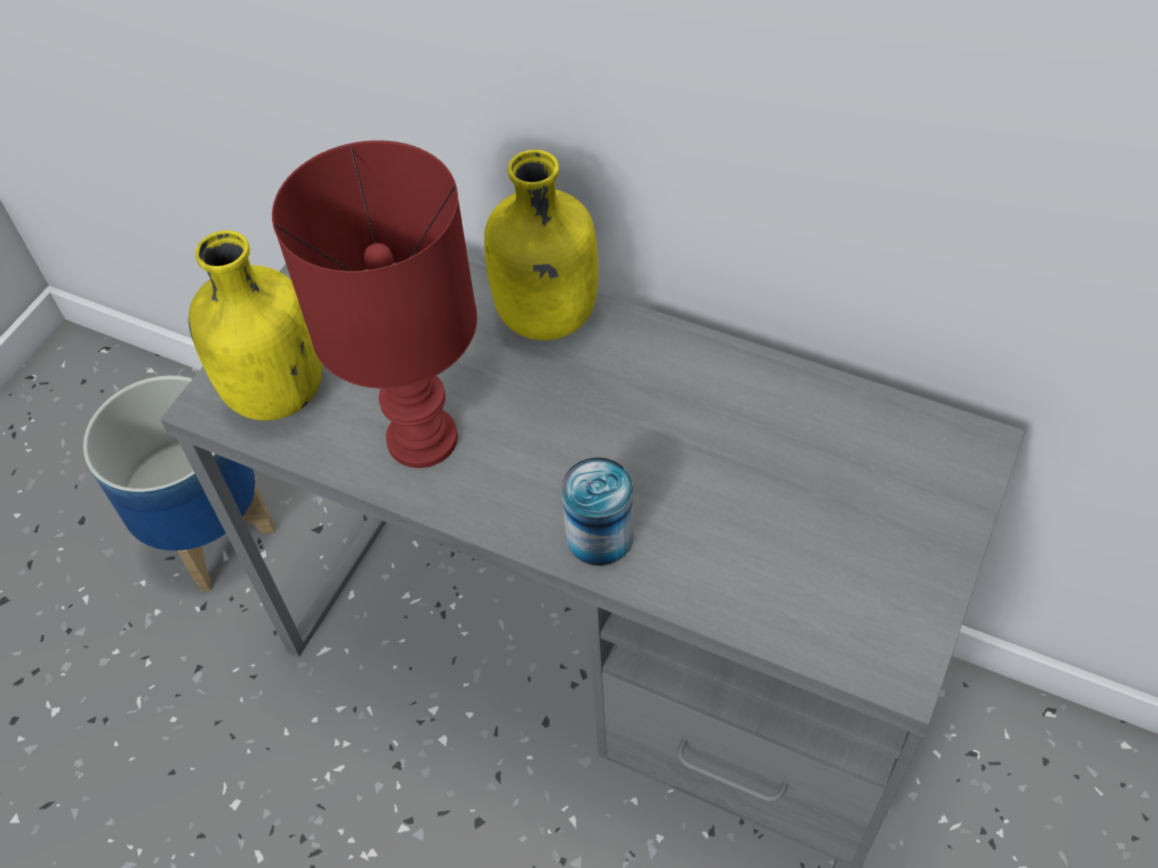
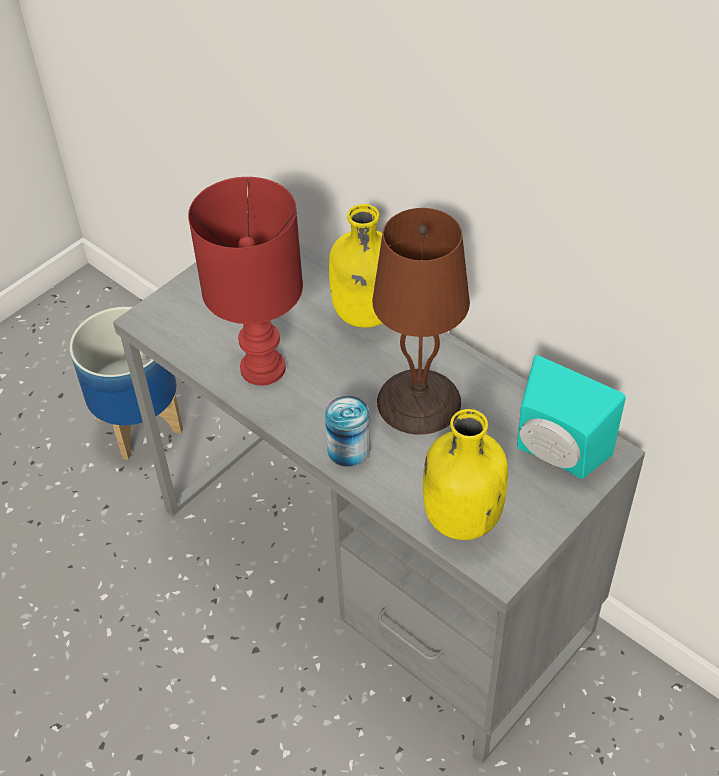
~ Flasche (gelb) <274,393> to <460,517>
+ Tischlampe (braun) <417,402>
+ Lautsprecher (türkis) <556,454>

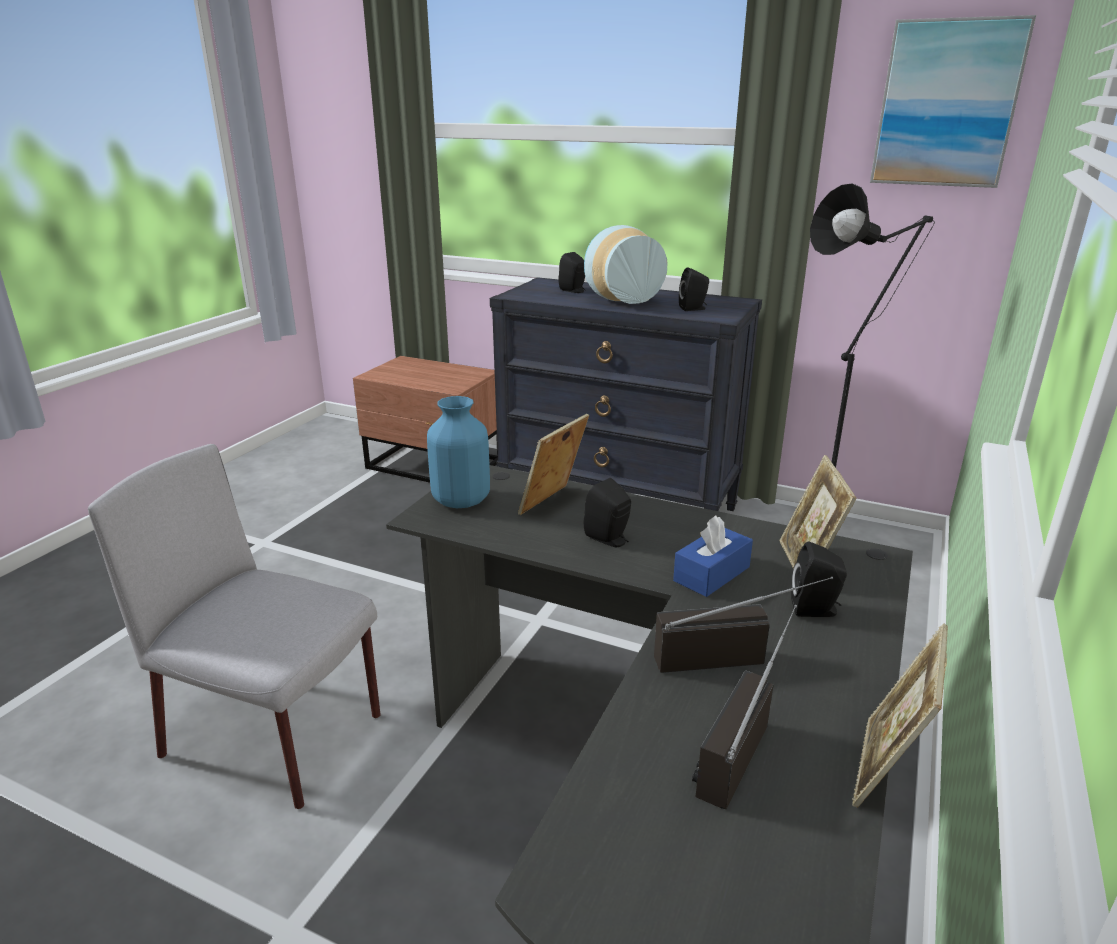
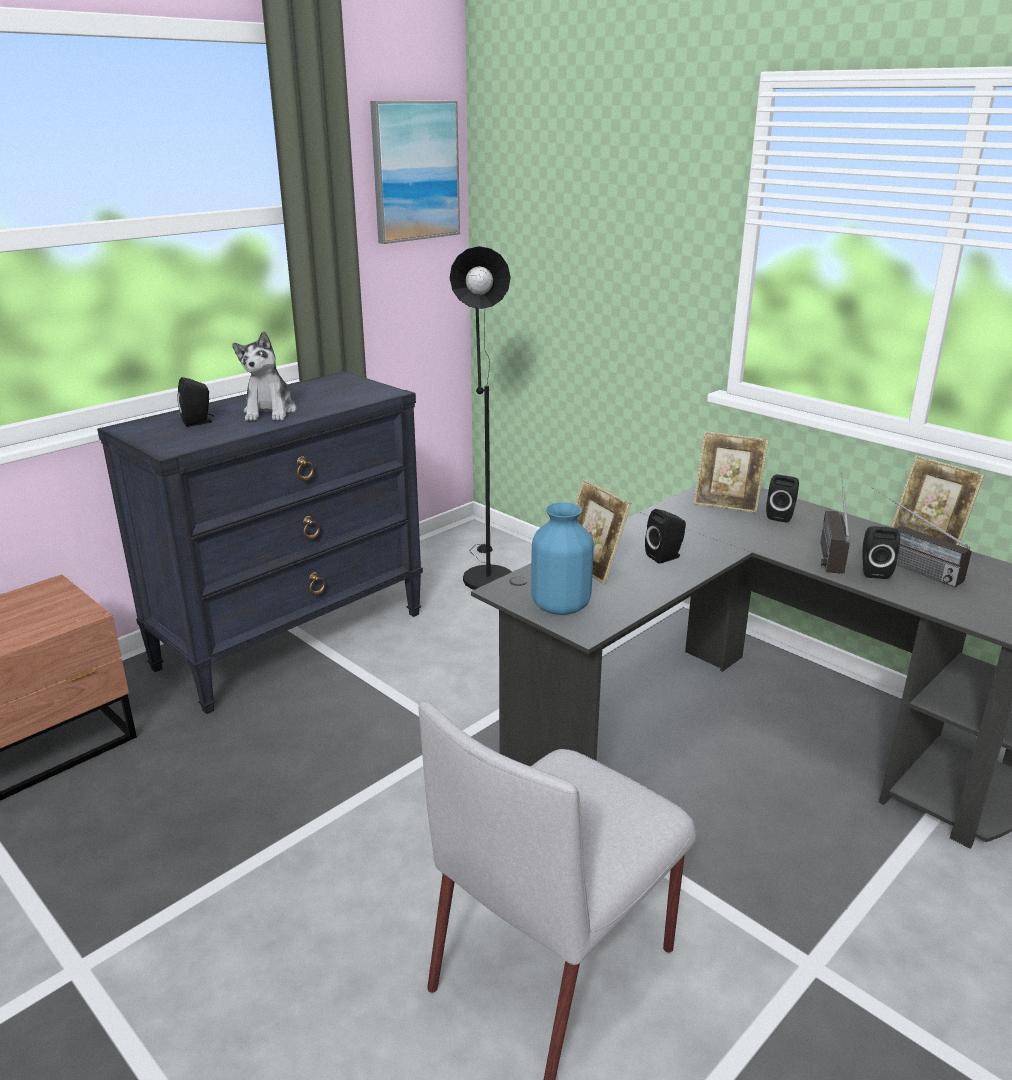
~ Vase <620,300> to Plüschtier <270,412>
- Taschentuchbox (blau) <711,574>
~ Lautsprecher (schwarz) <694,308> to <873,571>

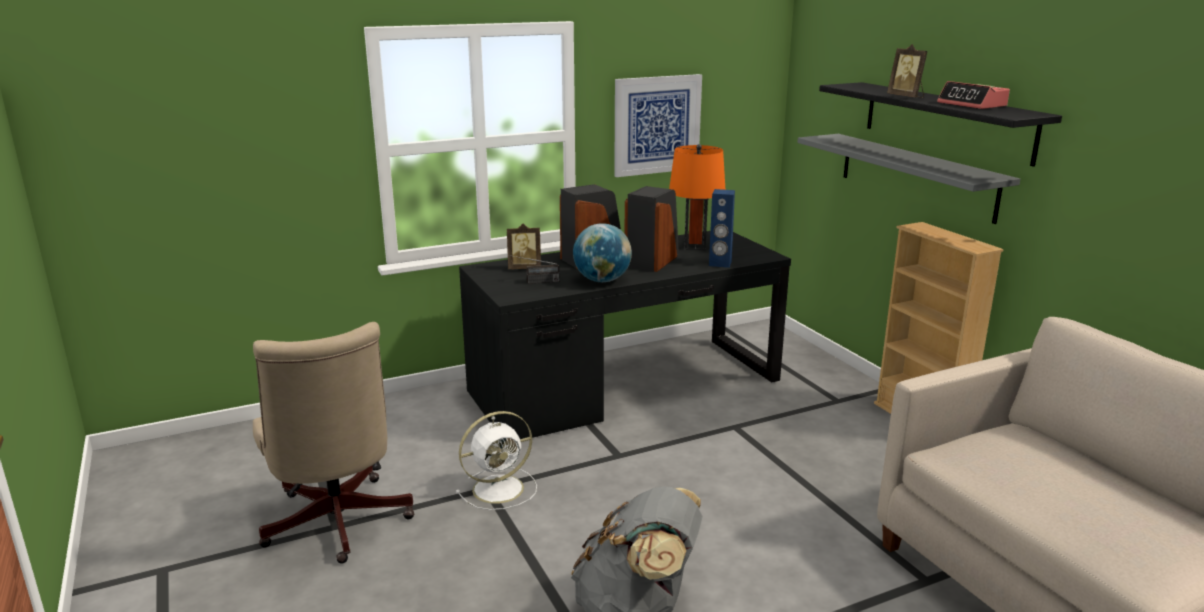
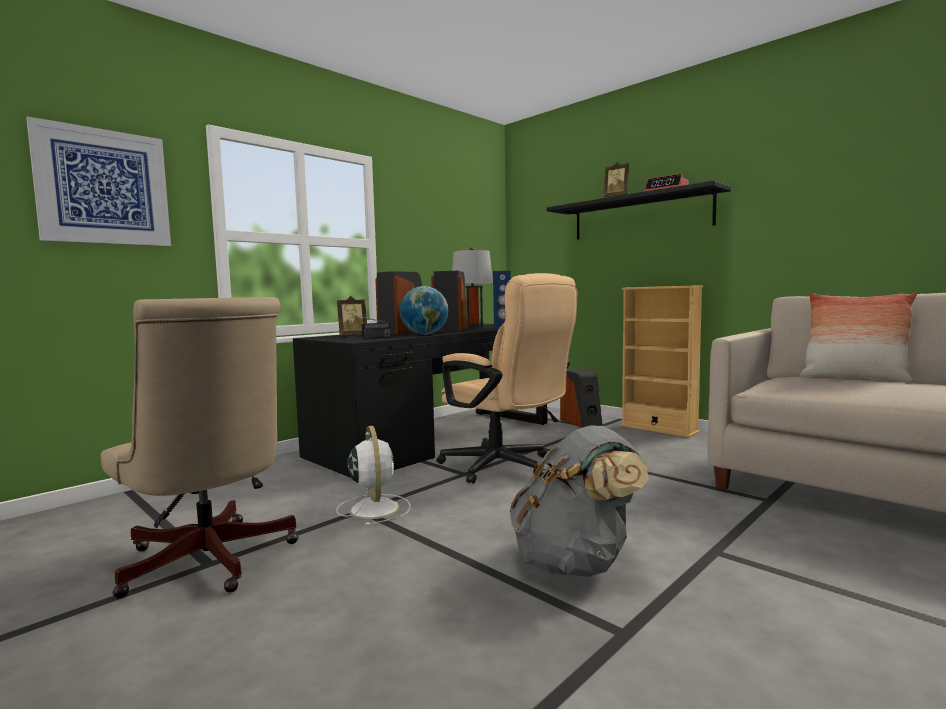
~ Ventilator (weiß) <500,488> = <374,508> 60 degrees counterclockwise
~ Bild <657,125> to <103,187>
~ Tischlampe (orange) <694,246> to Tischlampe (grau) <473,326>
- Wandregal (grau) <915,175>
+ Bürostuhl (beige) <505,468>
+ Lautsprecher <581,422>
+ Kissen <853,378>

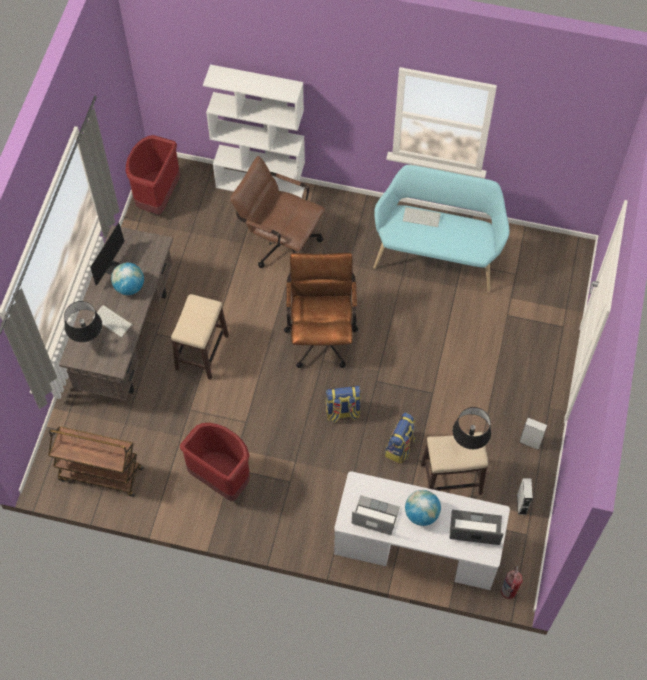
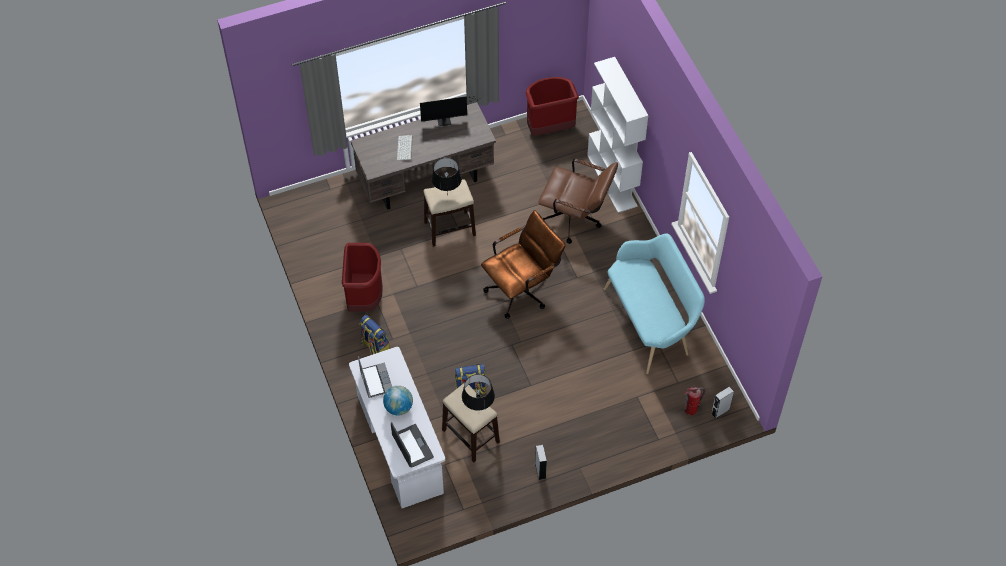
- Rollwagen (braun) <100,474>
~ Tischlampe (schwarz) <88,341> to <447,195>
- Globus <129,287>
~ Bürostuhl (braun) <279,242> = <575,220> 120 degrees clockwise
~ Rucksack <342,412> to <374,346>
- Tastatur <422,217>
~ Feuerlöscher <508,591> to <691,410>
~ Lautsprecher (grau) <521,504> to <720,411>

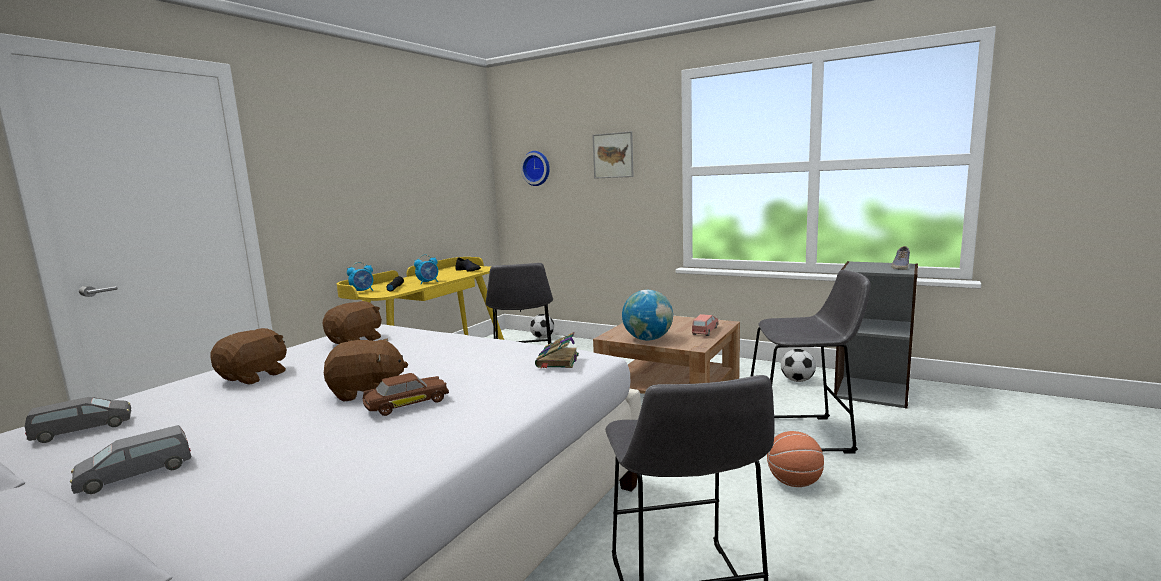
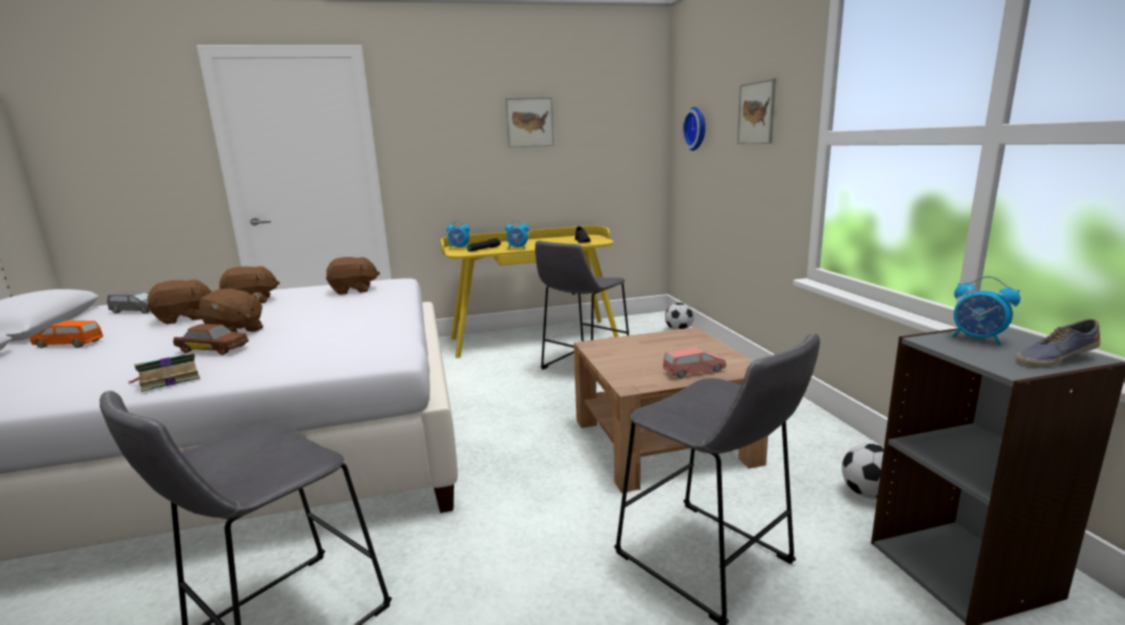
~ Spielzeugauto (grau) <136,474> to Spielzeugauto (orange) <69,344>
~ Buch <557,361> to <168,379>
- Globus <648,339>
- Basketball <794,482>
+ Plüschtier (braun) <184,318>
+ Bild <529,122>
+ Wecker <978,339>

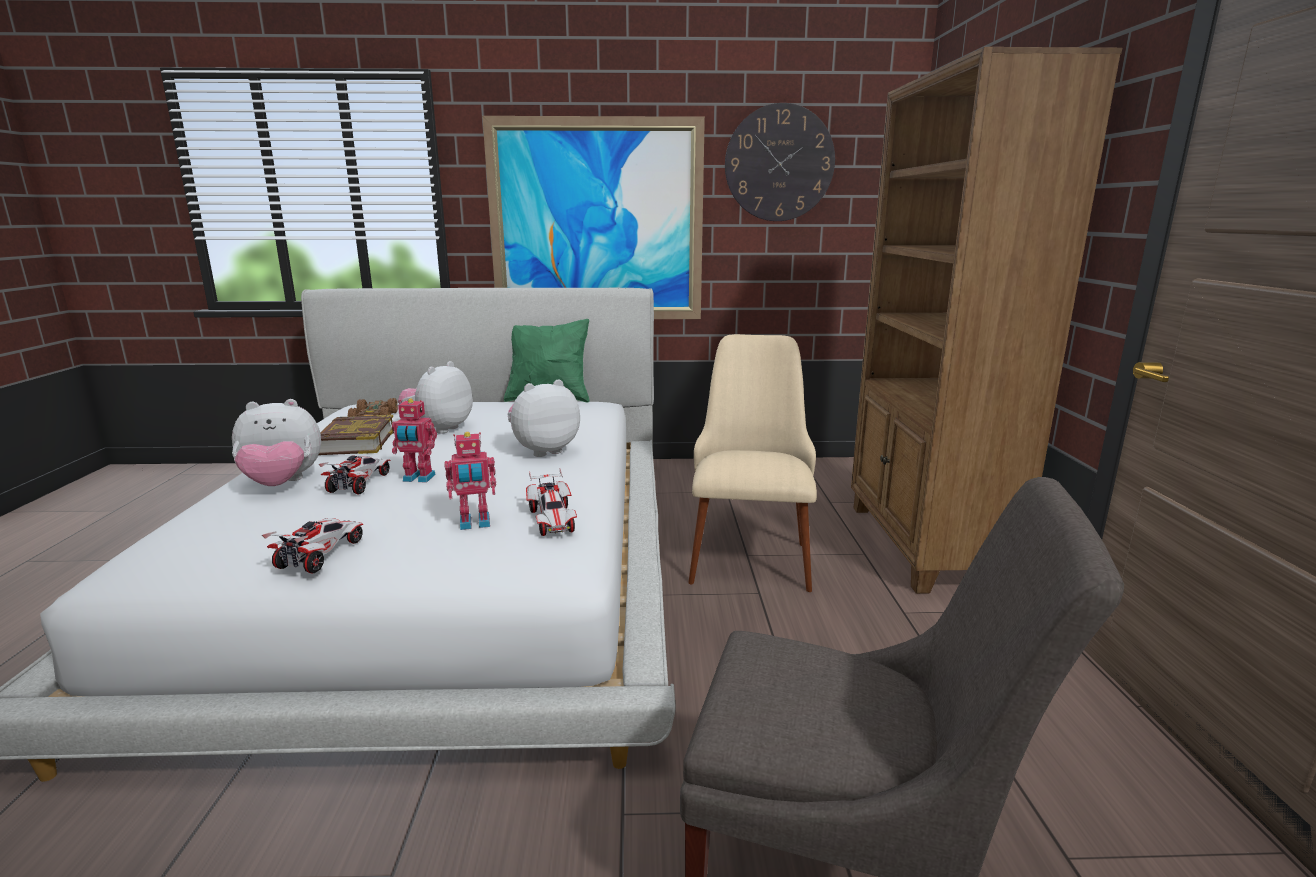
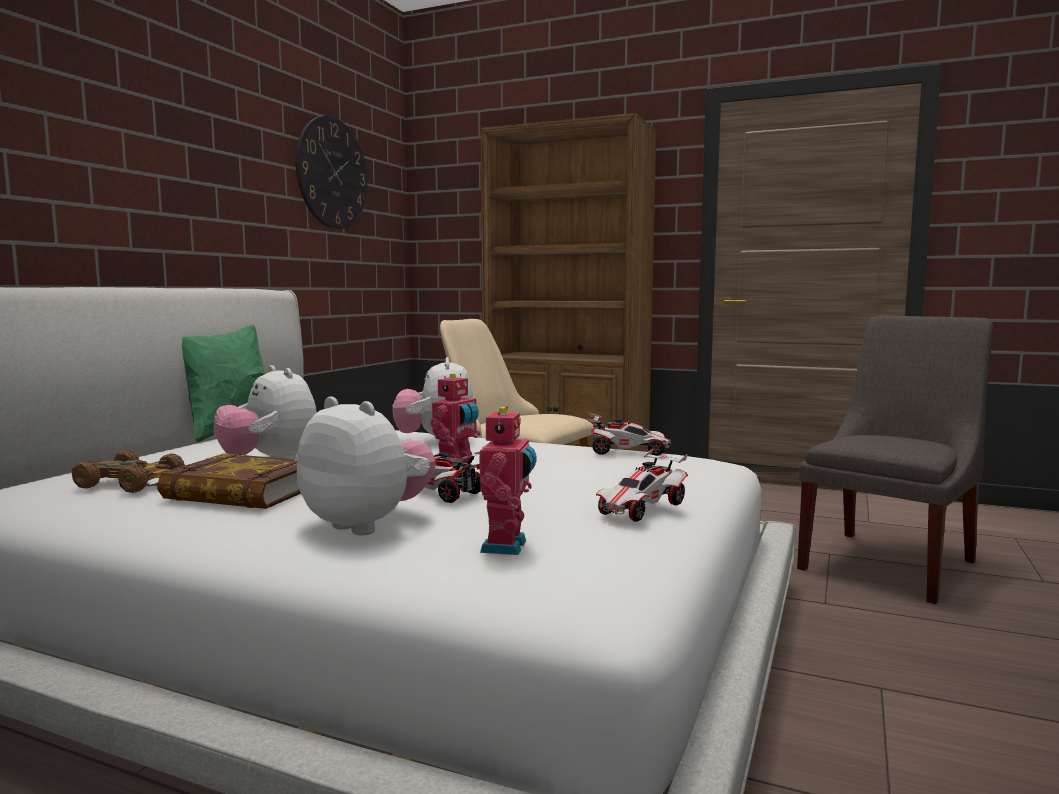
~ Plüschtier <282,484> = <368,524> 60 degrees counterclockwise
~ Spielzeugauto <321,555> = <641,509> 90 degrees counterclockwise
~ Spielzeugroboter <475,524> to <507,546>
- Bild <596,222>

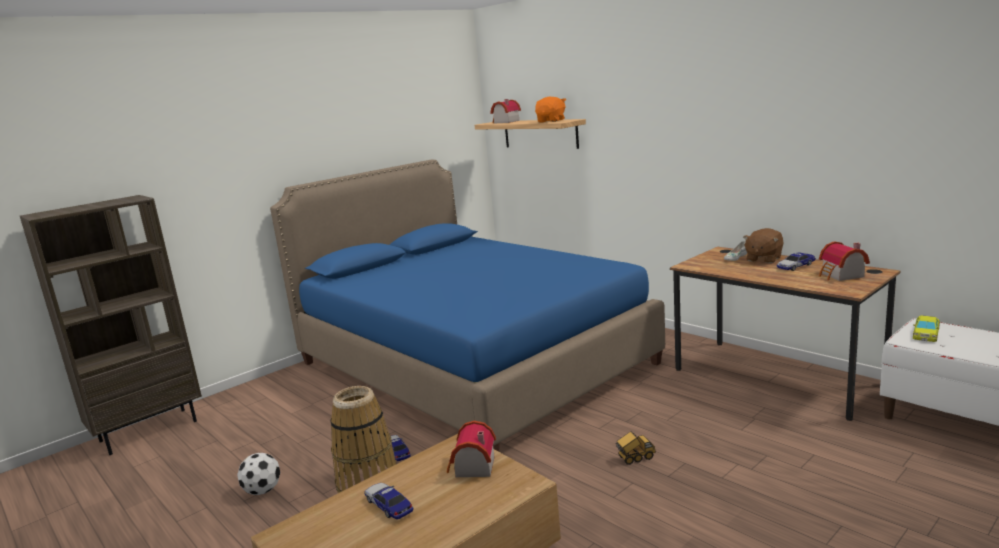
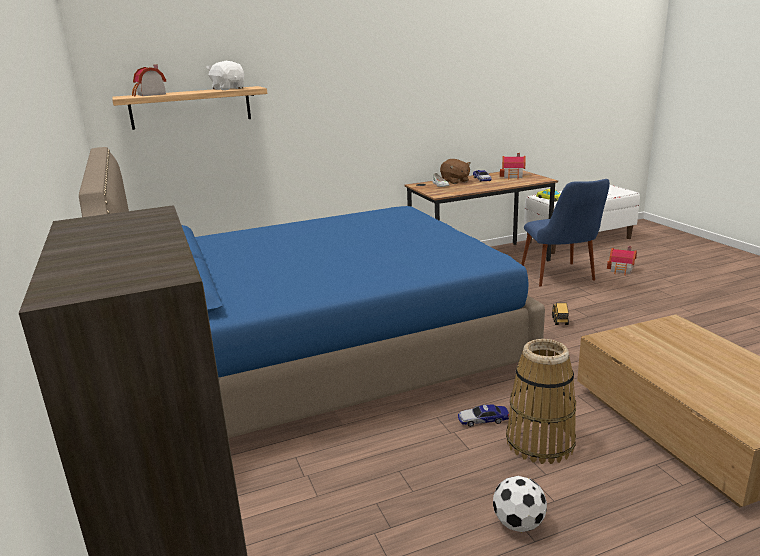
- Spielzeugauto <388,505>
~ Spielzeughaus <472,467> to <622,270>
~ Plüschtier (orange) <551,121> to Plüschtier (weiß) <228,89>
+ Stuhl (blau) <562,279>

